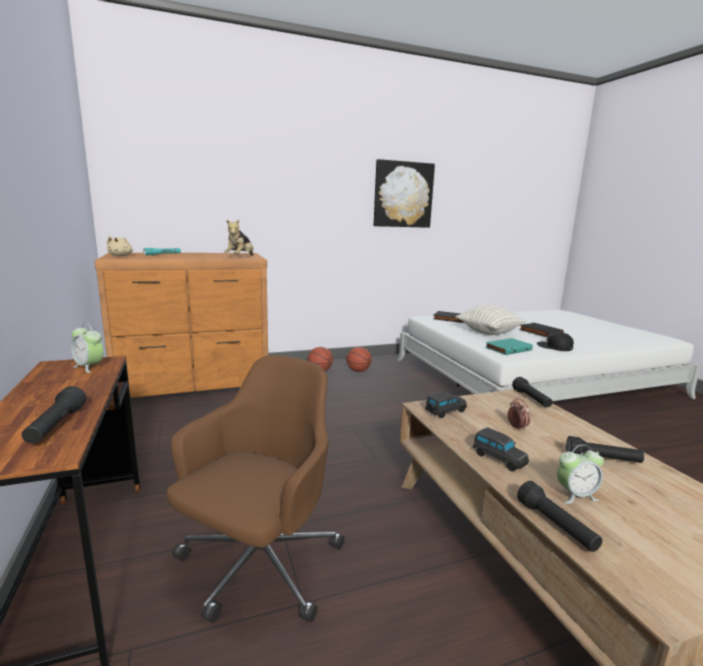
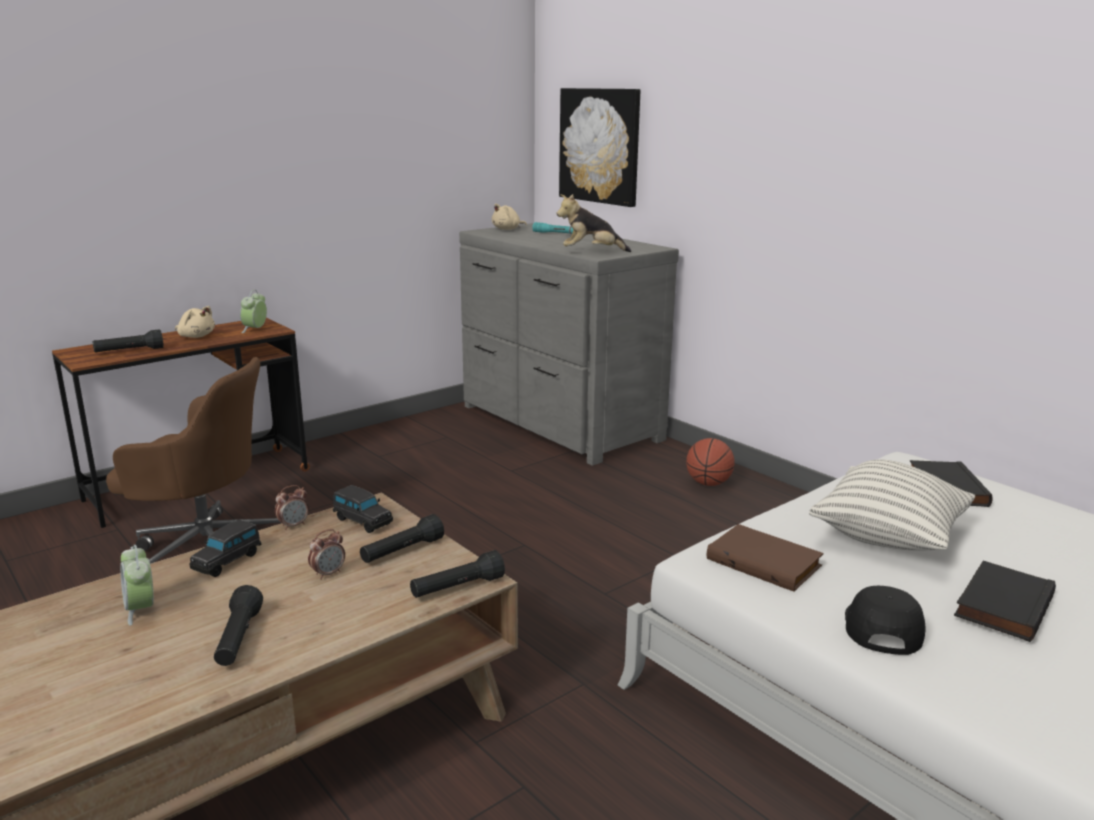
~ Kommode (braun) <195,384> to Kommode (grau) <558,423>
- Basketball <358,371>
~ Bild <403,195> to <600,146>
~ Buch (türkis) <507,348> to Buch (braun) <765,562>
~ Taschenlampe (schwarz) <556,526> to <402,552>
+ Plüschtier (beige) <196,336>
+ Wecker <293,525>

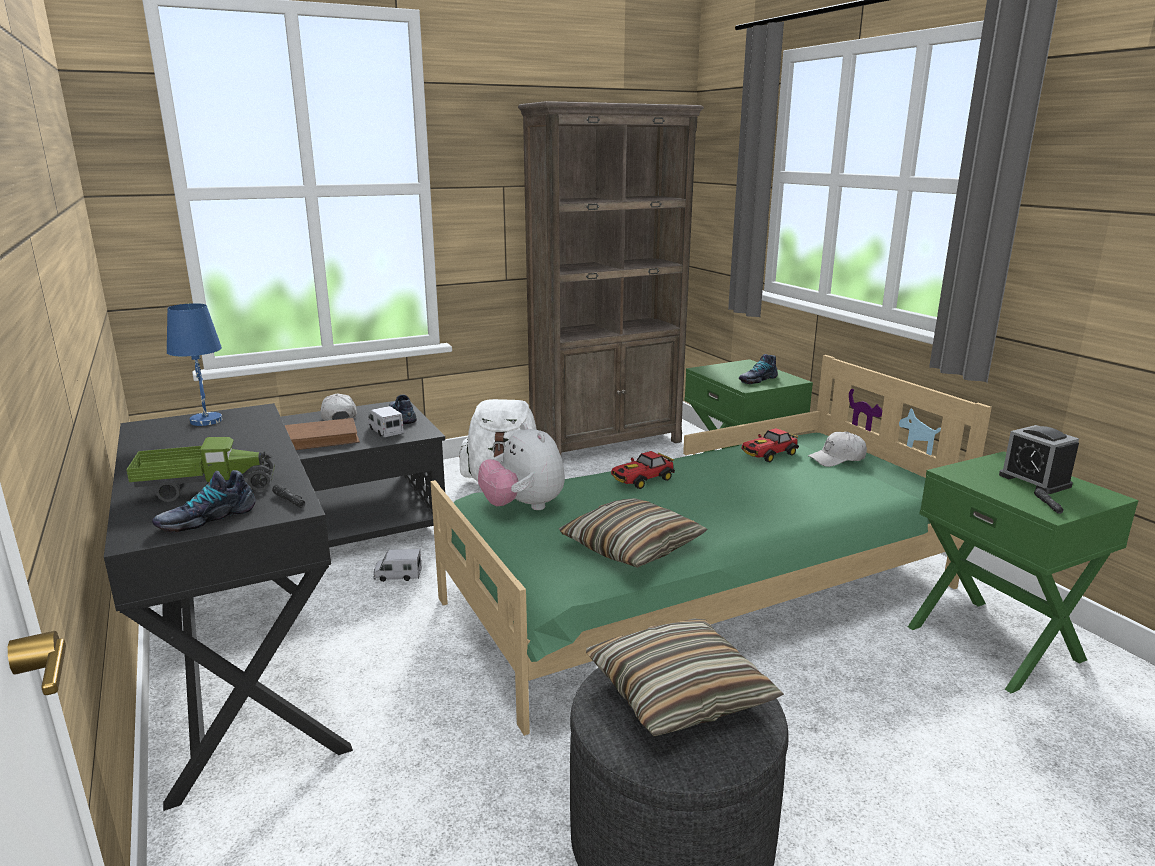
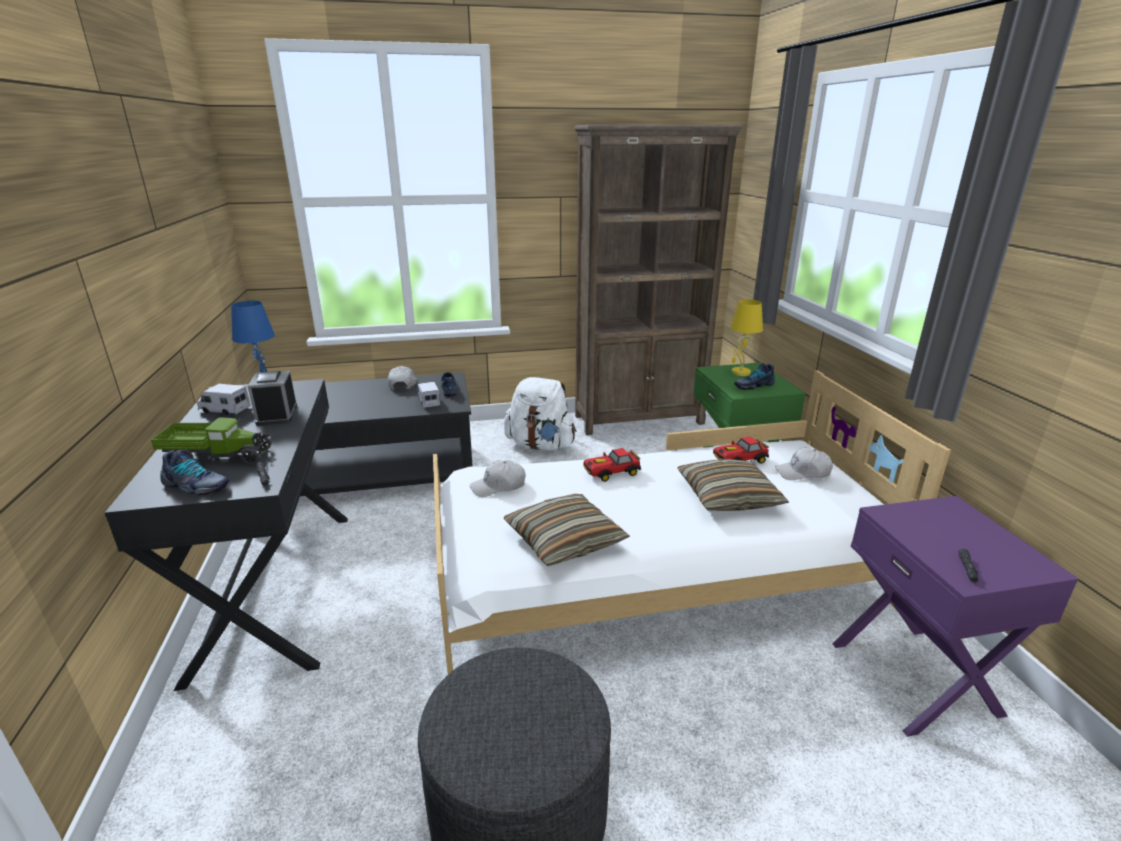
~ Schuh <206,518> = <195,486> 135 degrees counterclockwise
- Buch (braun) <321,439>
~ Spielzeuglaster <398,575> to <225,410>
~ Bett (grün) <700,595> to Bett (weiß) <653,577>
~ Plüschtier <523,507> to Kappe (weiß) <498,486>
~ Kissen <678,692> to <728,496>
~ Nachttisch (grün) <995,642> to Nachttisch (lila) <916,677>
~ Wecker <1034,480> to <277,415>
+ Tischlampe (gelb) <740,372>

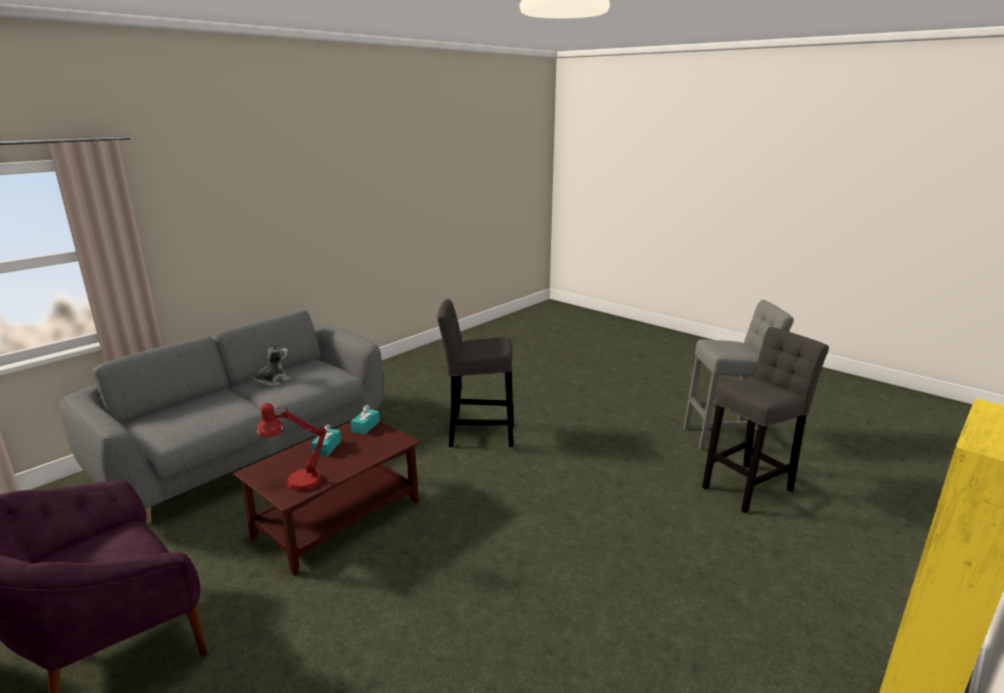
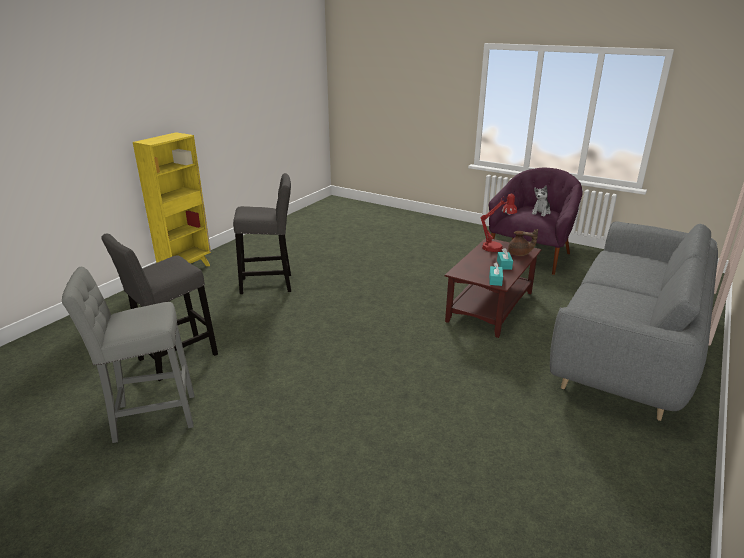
~ Plüschtier <273,381> to <541,212>
~ Hocker (grau) <477,435> to <270,284>
+ Teekanne (braun) <519,254>

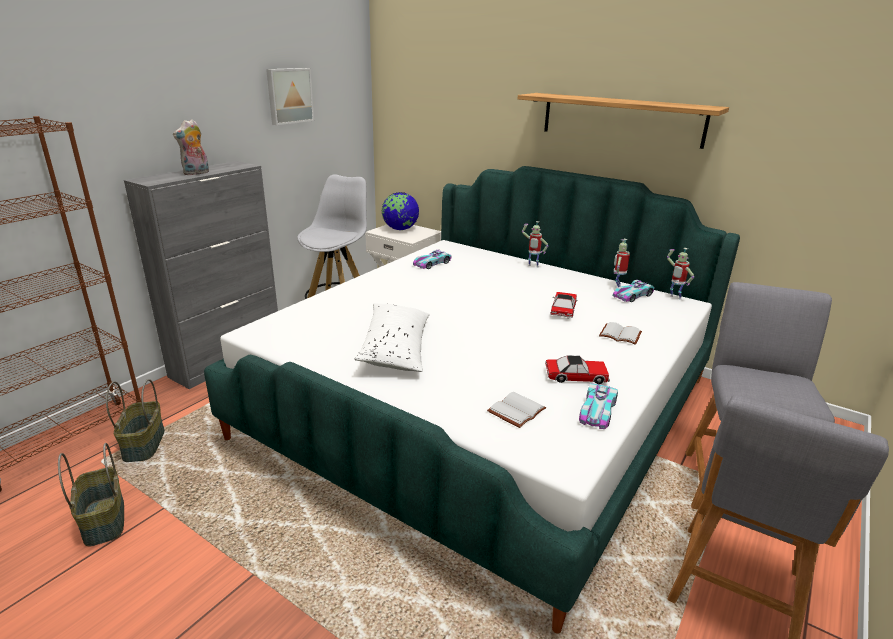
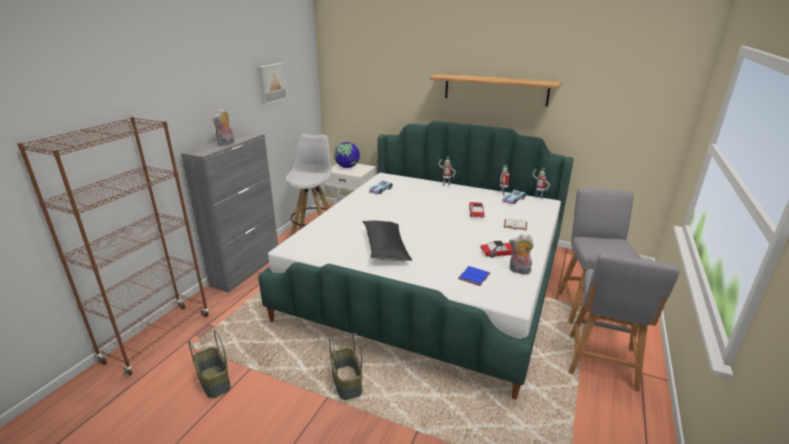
~ Korb <143,444> to <346,383>
~ Kissen (weiß) <395,347> to Kissen (schwarz) <385,248>
~ Buch (weiß) <516,410> to Buch (blau) <473,276>
~ Spielzeugauto <597,411> to Plüschtier <519,271>

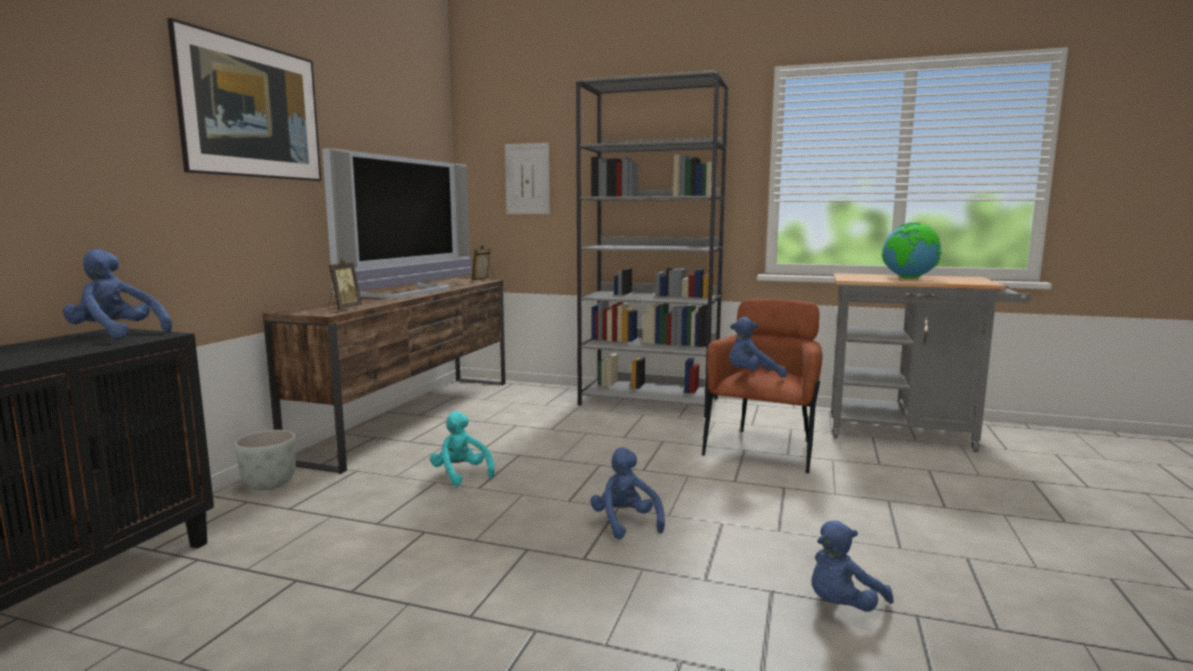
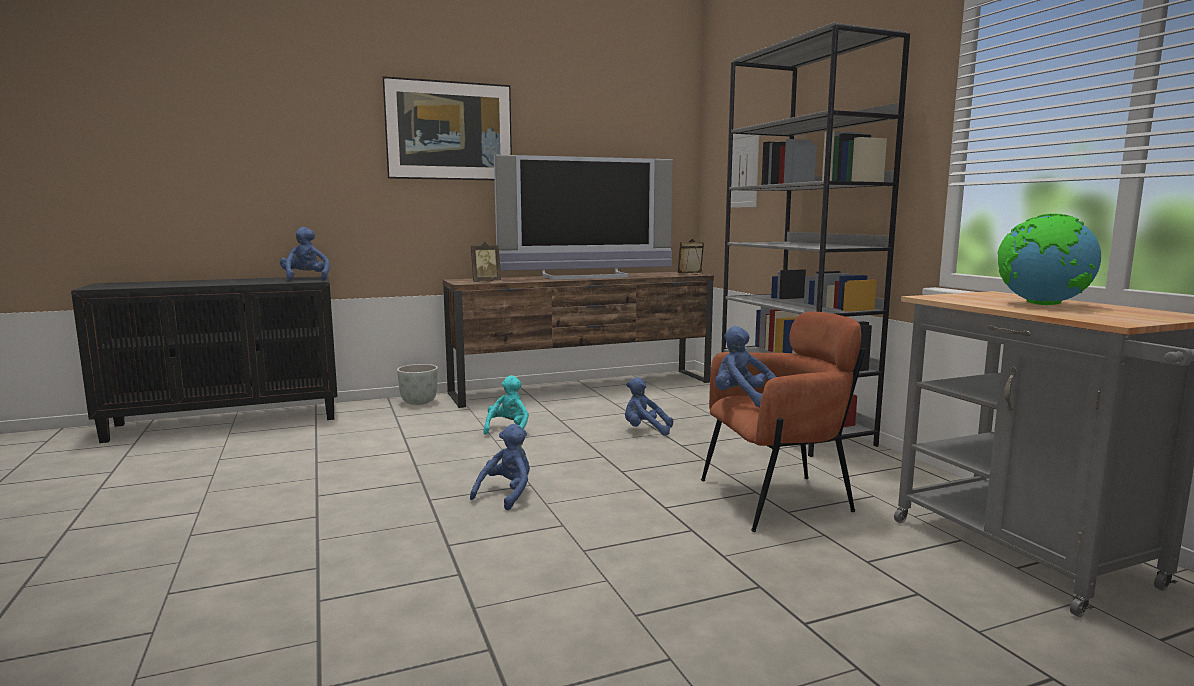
~ Plüschtier (blau) <842,606> to <645,430>

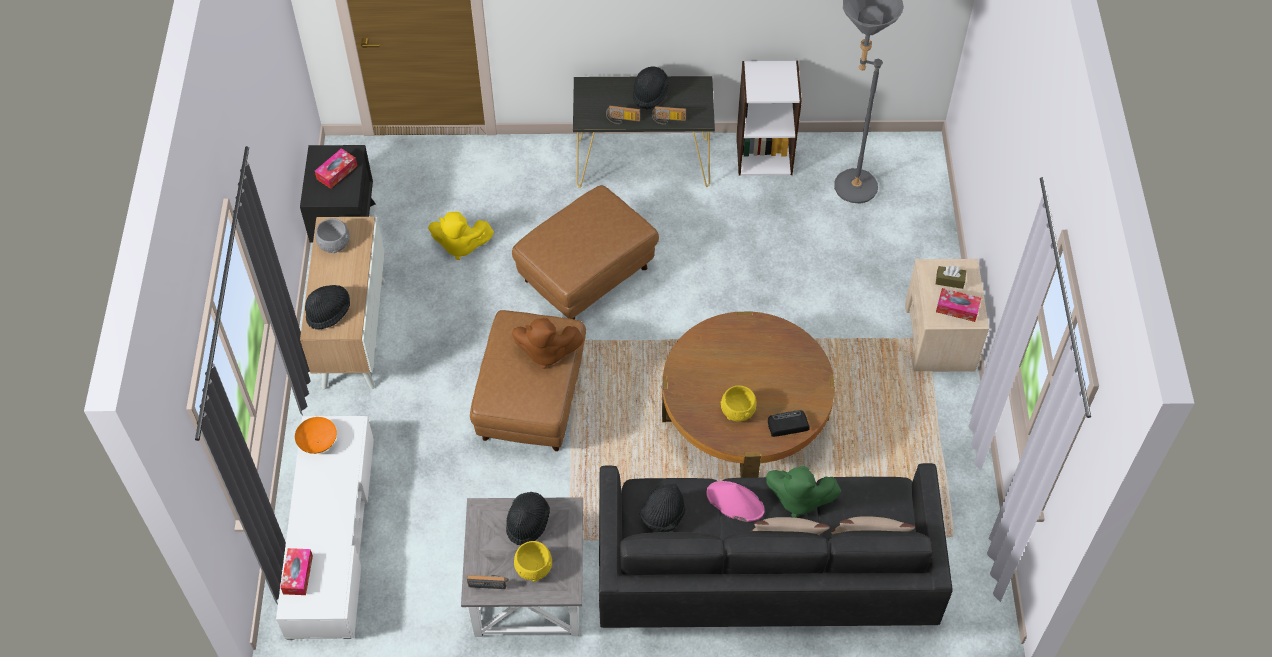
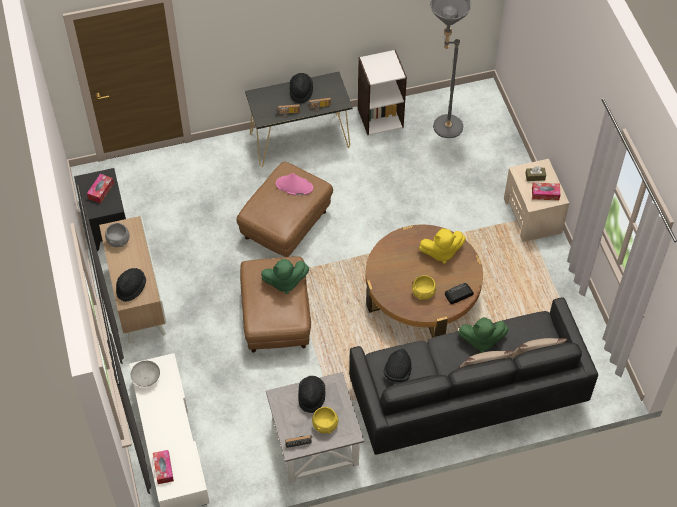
~ Schüssel (orange) <318,443> to Schüssel (grau) <147,378>
~ Plüschtier (gelb) <460,245> to <441,252>
~ Plüschtier (braun) <546,352> to Plüschtier (grün) <284,282>
~ Hut (rosa) <734,502> to <294,186>

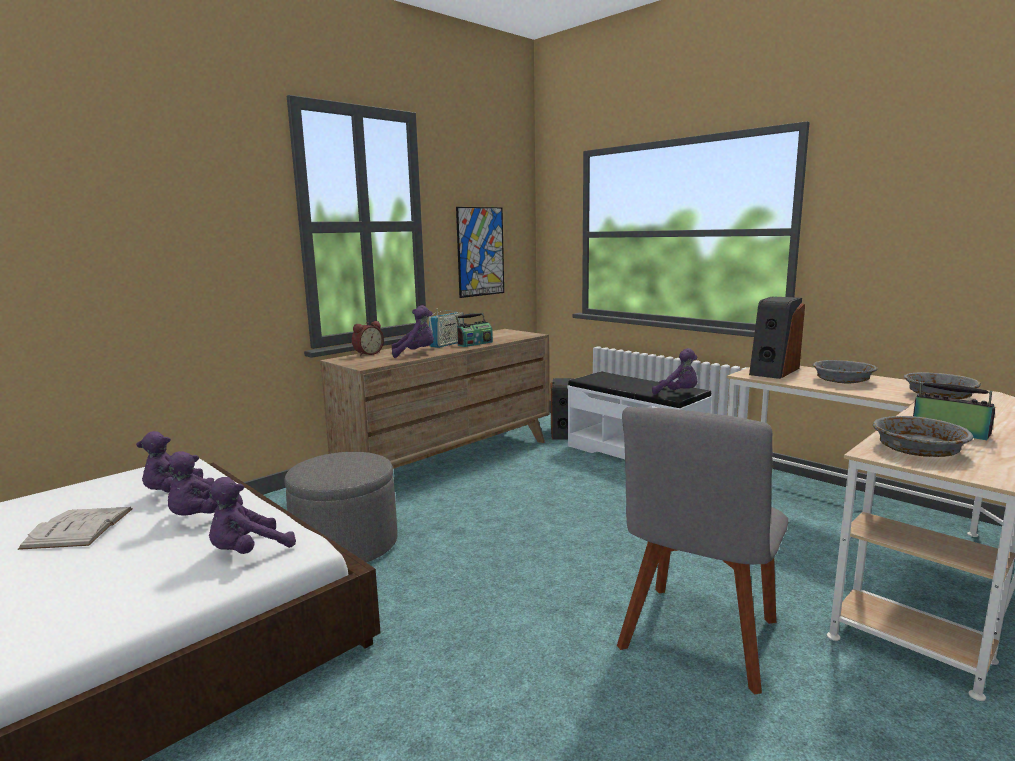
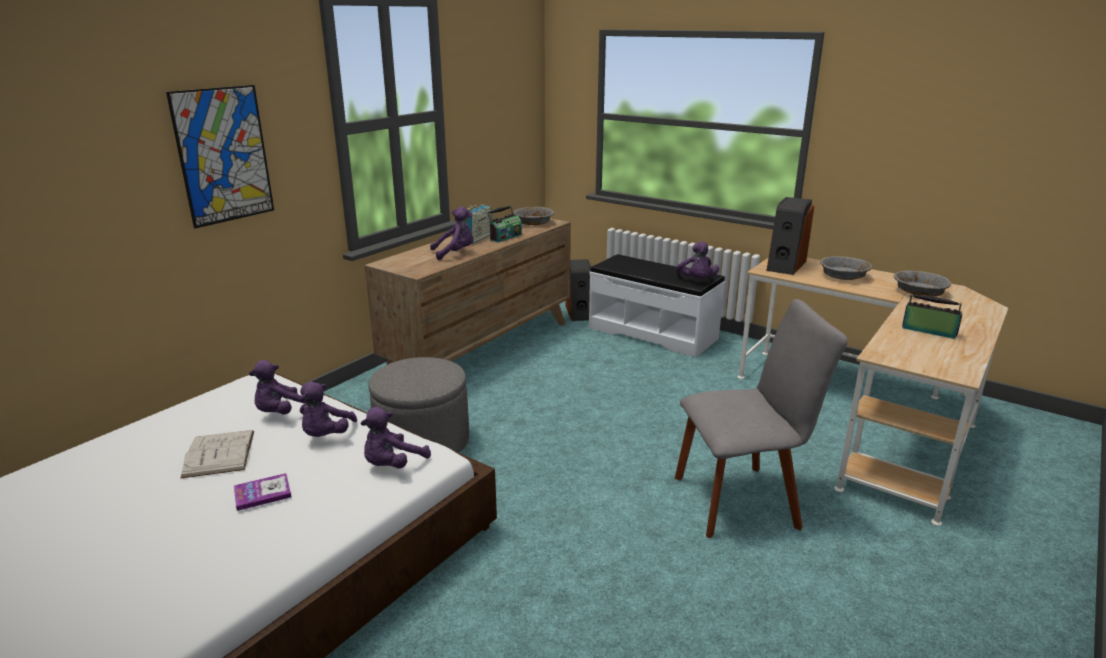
- Wecker <367,353>
~ Bild <480,251> to <223,155>
~ Stuhl (grau) <697,640> = <741,500> 120 degrees counterclockwise
~ Plüschtier (lila) <678,393> = <697,281> 60 degrees clockwise
~ Schüssel (grau) <917,450> to <533,222>
+ Buch <262,493>

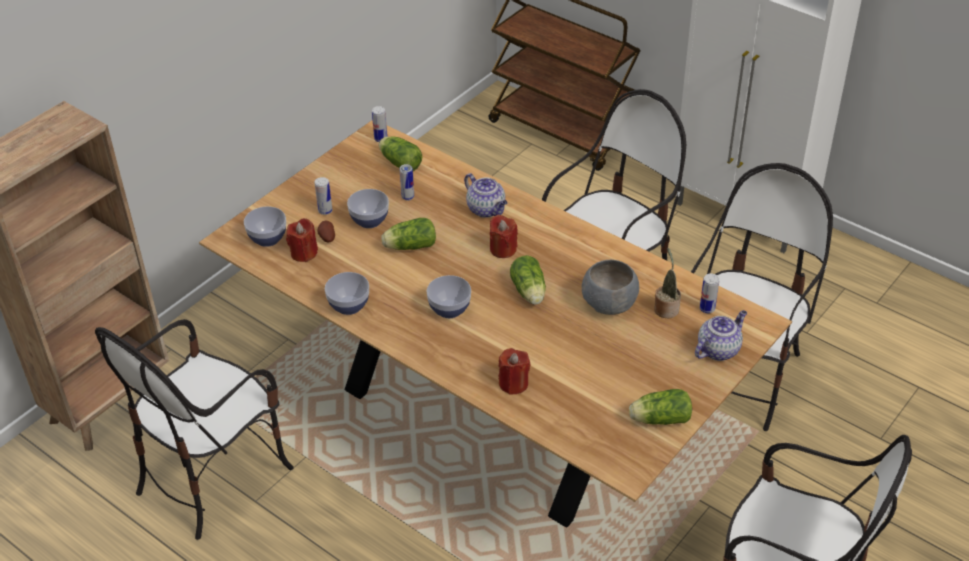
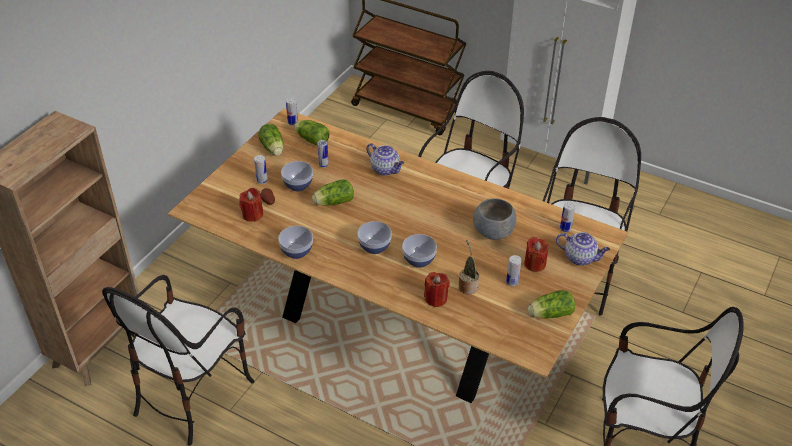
~ Schüssel <267,238> to <419,260>
~ Kerze (rot) <503,249> to <535,264>
~ Salatkopf <529,292> to <273,149>
~ Topfpflanze <666,308> to <467,286>
~ Teekanne <718,349> = <580,258> 75 degrees clockwise
+ Dose <512,282>

